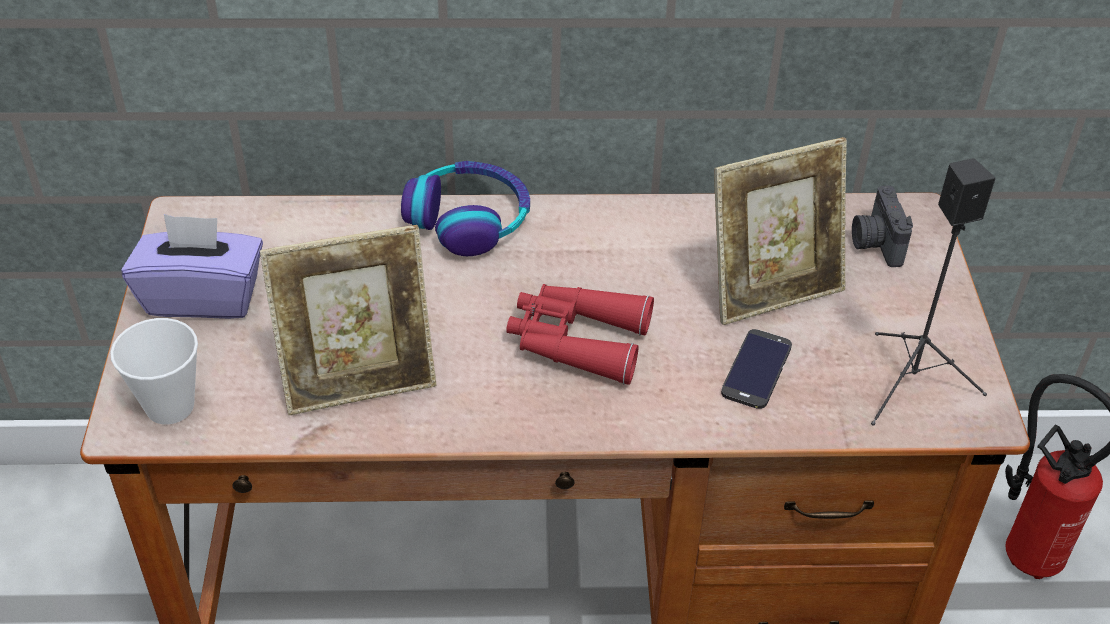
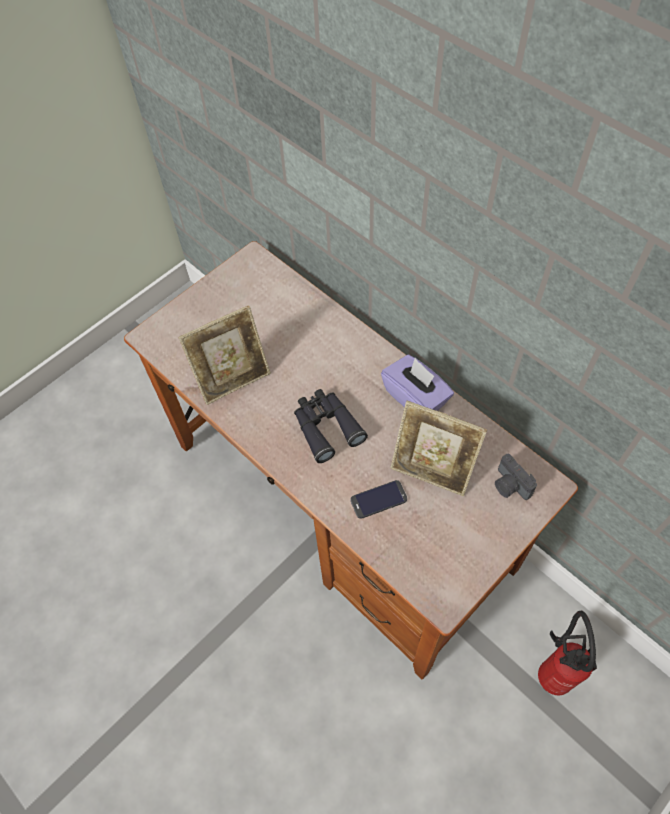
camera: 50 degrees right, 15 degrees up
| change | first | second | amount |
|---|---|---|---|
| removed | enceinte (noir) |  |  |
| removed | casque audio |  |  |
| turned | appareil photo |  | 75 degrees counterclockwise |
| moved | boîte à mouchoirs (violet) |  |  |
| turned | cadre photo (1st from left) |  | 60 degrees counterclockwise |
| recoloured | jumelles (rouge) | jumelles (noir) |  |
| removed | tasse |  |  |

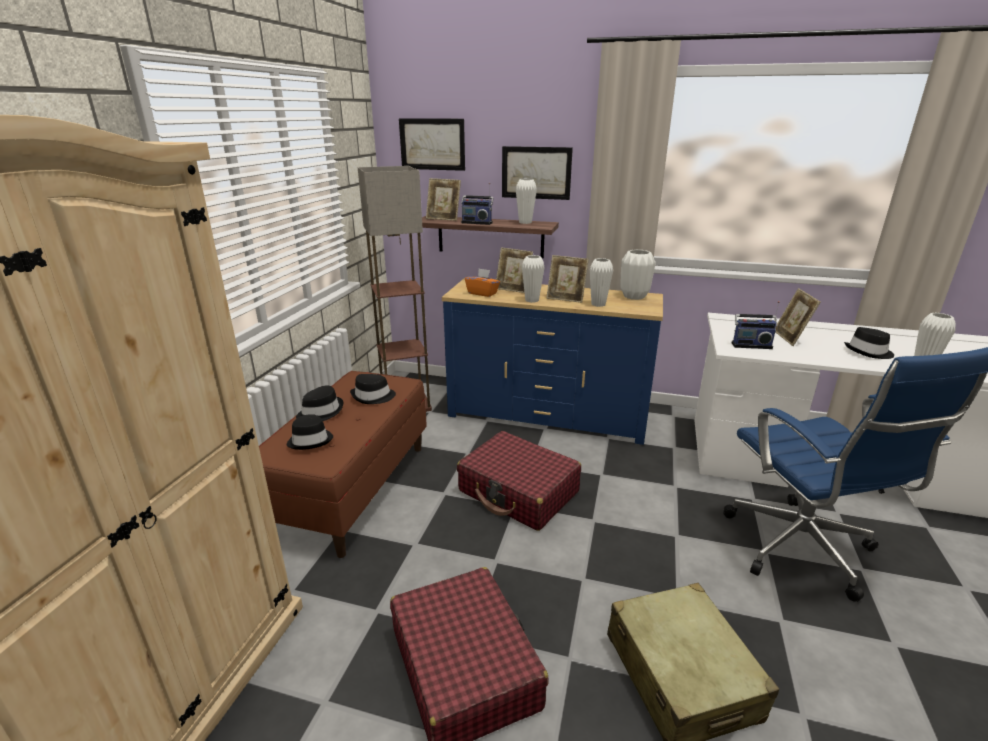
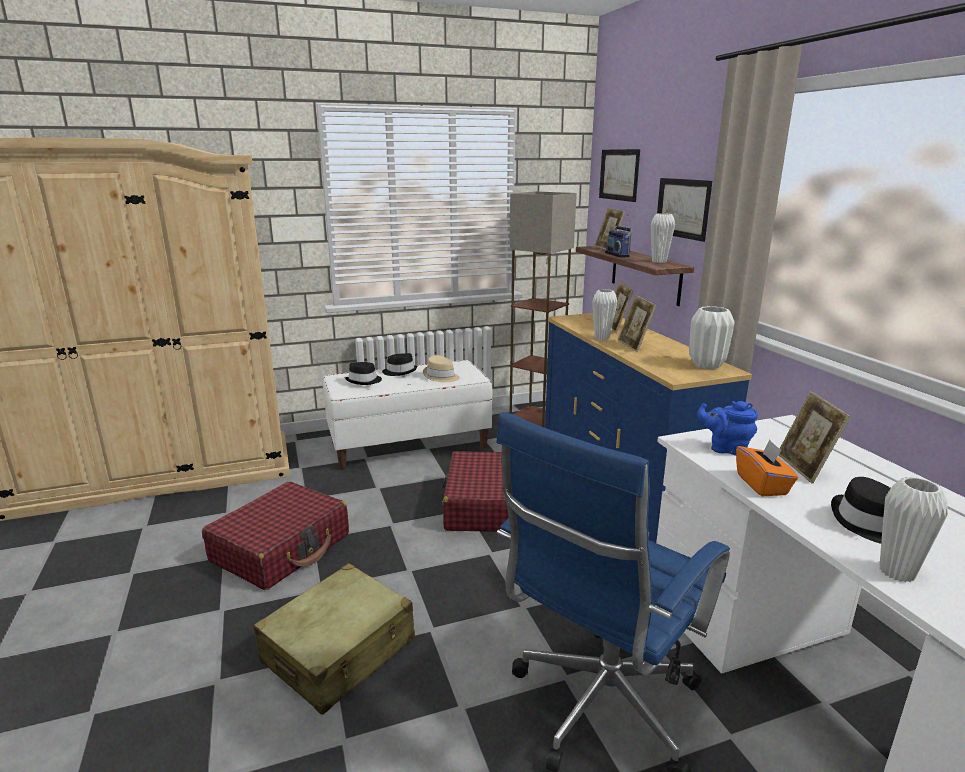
camera: 55 degrees right, 5 degrees down
| change | first | second | amount |
|---|---|---|---|
| removed | vase (blanc) (3rd from left) |  |  |
| moved | boîte à mouchoirs (orange) |  |  |
| turned | cadre photo (4th from left) |  | 60 degrees counterclockwise |
| replaced | radio (2nd from left) | théière (bleu) |  |
| recoloured | banc (marron) | banc (blanc) |  |
| recoloured | chapeau (noir) (3rd from left) | chapeau (beige) |  |

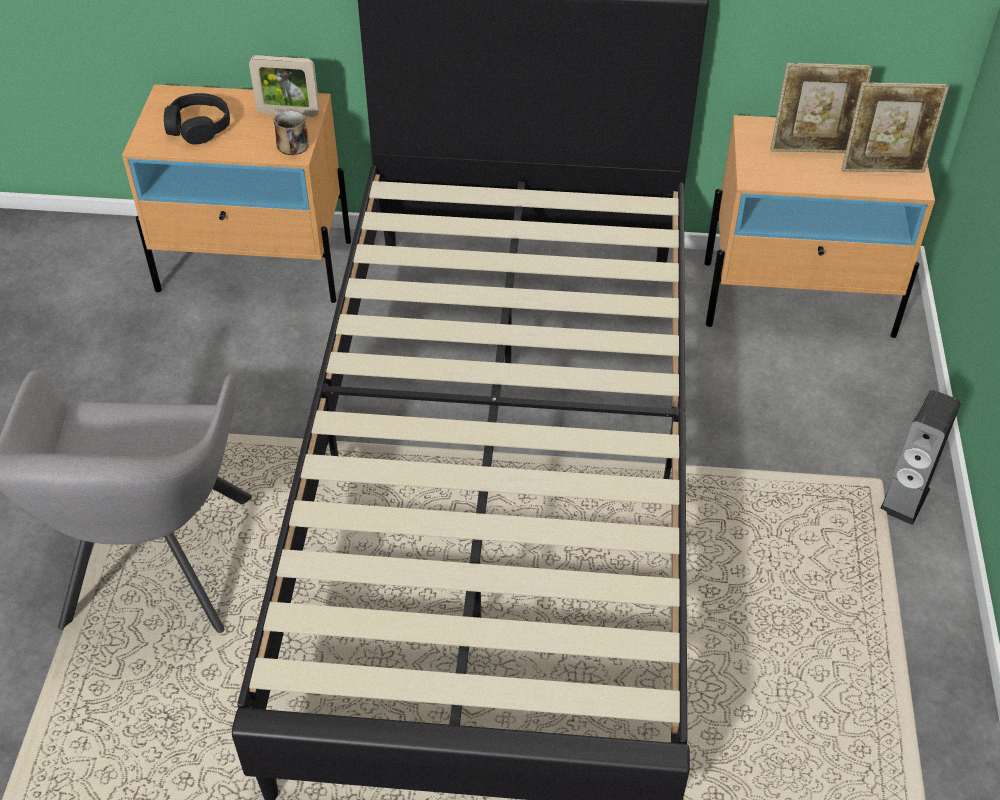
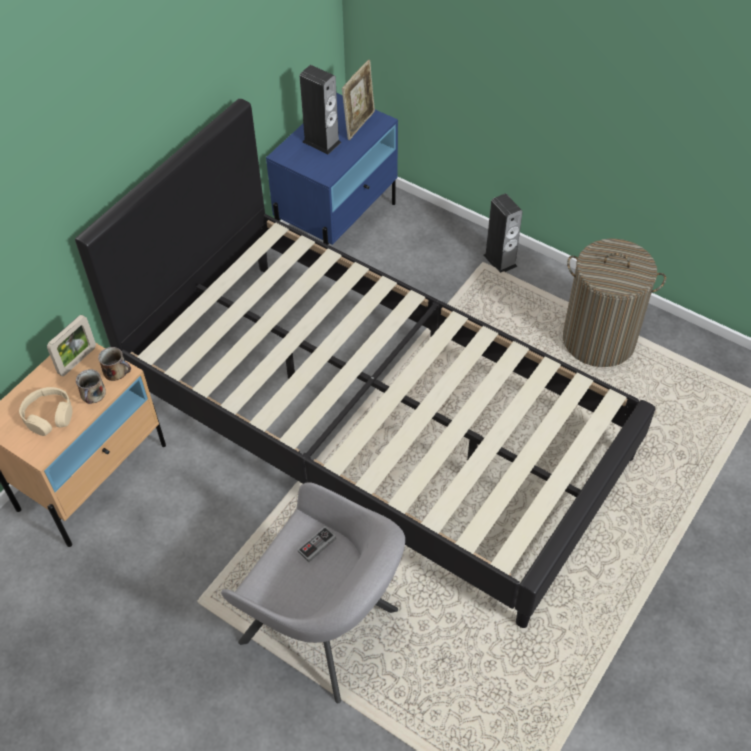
camera: 60 degrees left, 5 degrees up
| change | first | second | amount |
|---|---|---|---|
| replaced | cadre photo (2nd from left) | enceinte (1st from left) |  |
| recoloured | casque audio (noir) | casque audio (beige) |  |
| recoloured | table de chevet (beige) (2nd from left) | table de chevet (bleu) |  |
| added |  | panier à linge |  |
| added |  | mug (1st from left) |  |
| added |  | manette |  |

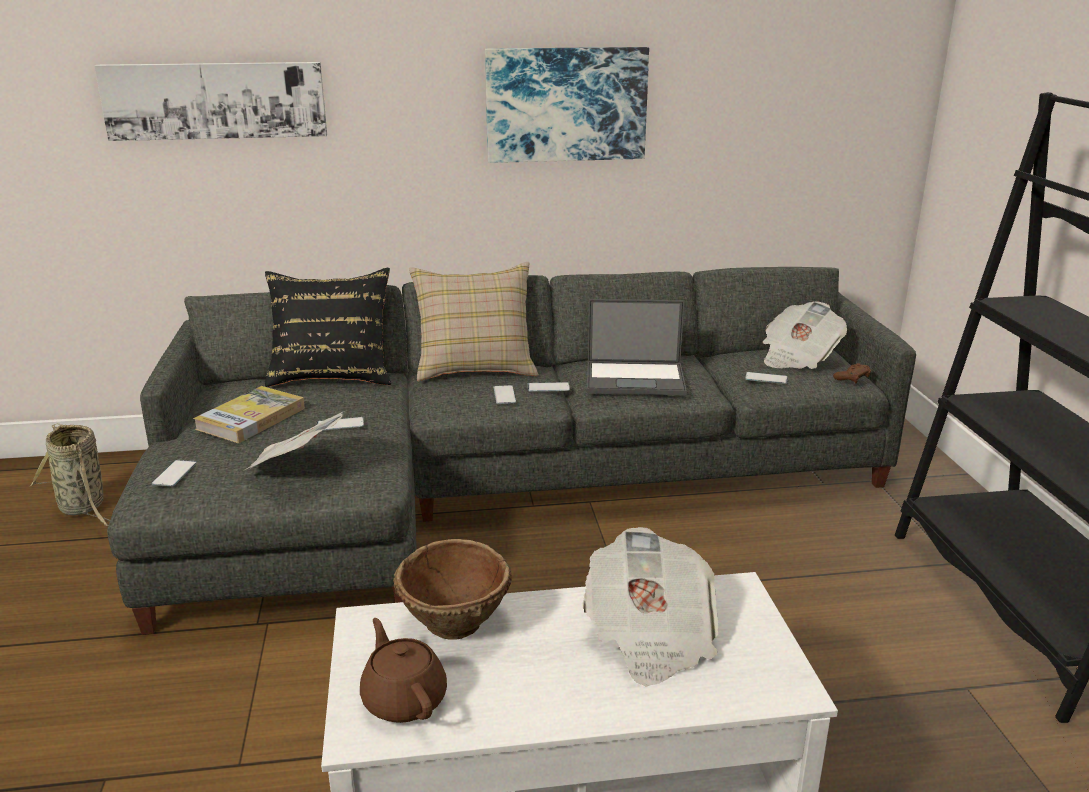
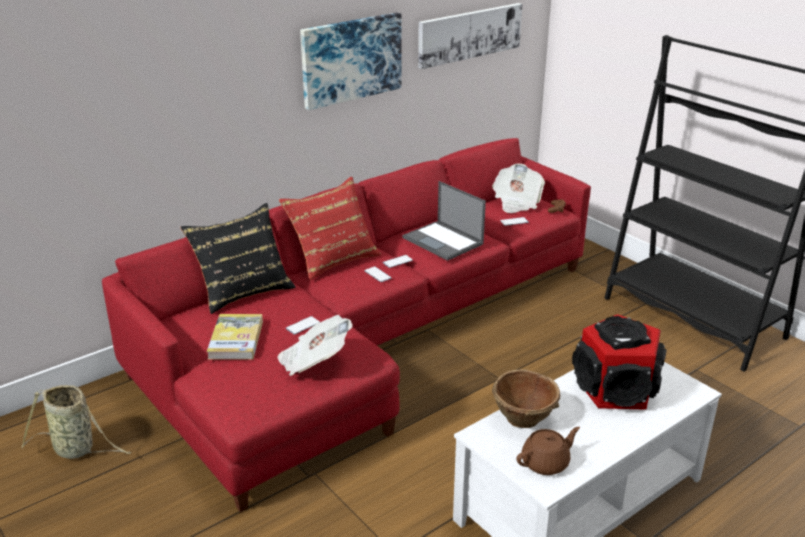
camera: 30 degrees left, 5 degrees up
| change | first | second | amount |
|---|---|---|---|
| moved | tableau (1st from left in the first image) | tableau (2nd from left) |  |
| recoloured | coussin (beige) | coussin (rouge) |  |
| recoloured | canapé (gris) | canapé (rouge) |  |
| turned | ordinateur portable |  | 75 degrees clockwise |
| removed | téléphone (1st from left) |  |  |
| replaced | journal (2nd from left) | enceinte |  |
| turned | théière (marron) |  | 120 degrees clockwise |

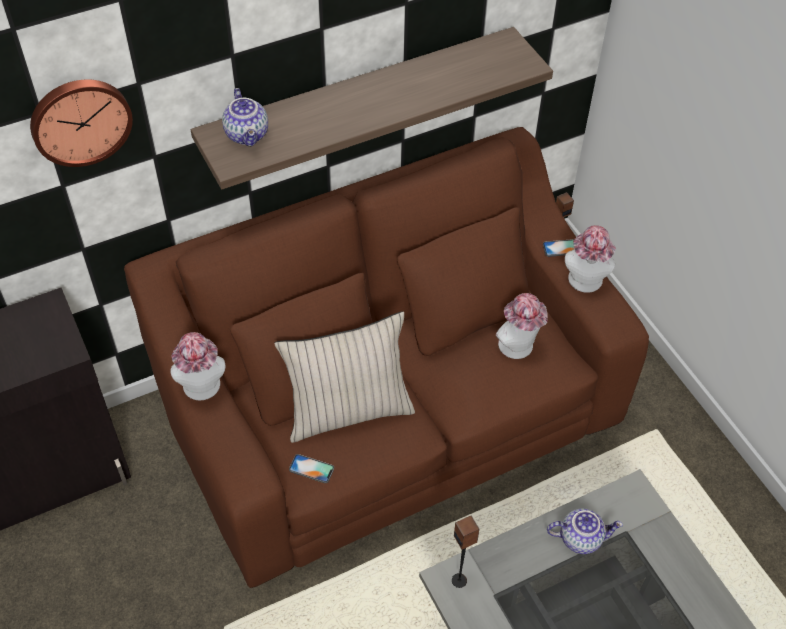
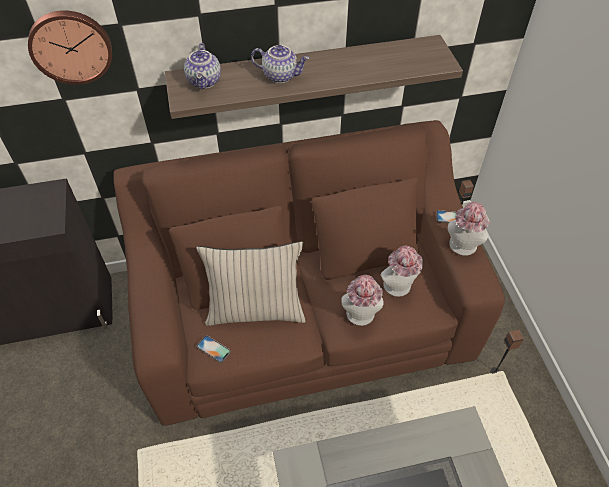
camera: 15 degrees right, 0 degrees up
| change | first | second | amount |
|---|---|---|---|
| moved | chapeau (1st from left) |  |  |
| moved | théière (2nd from left) |  |  |
| moved | enceinte (1st from left in the first image) | enceinte (2nd from left) |  |

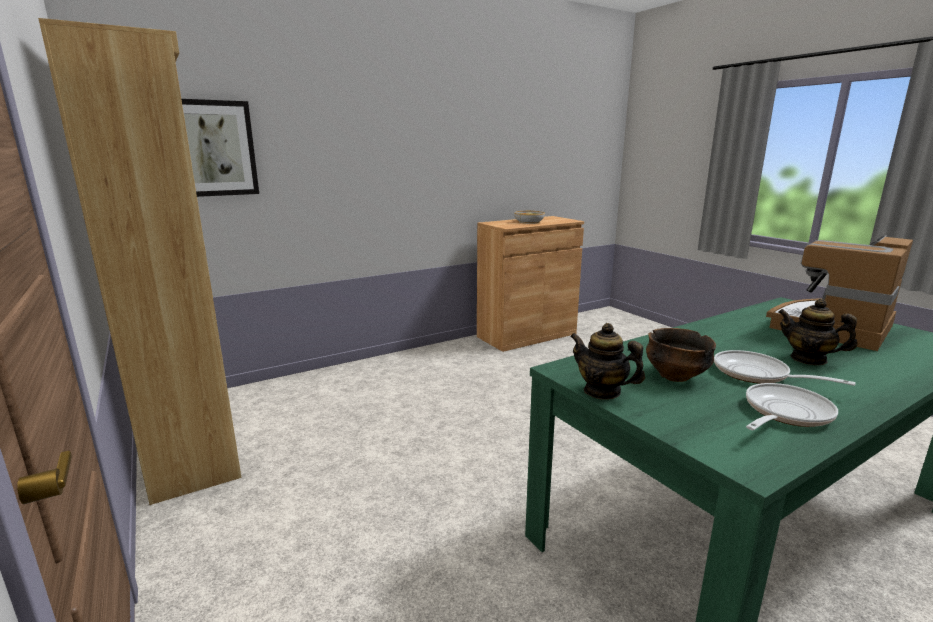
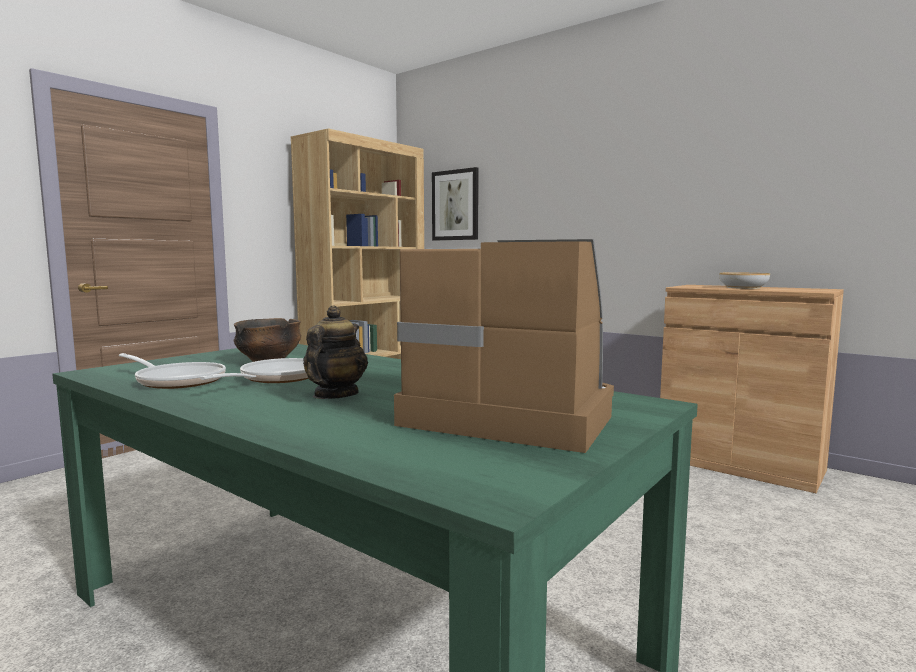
camera: 70 degrees right, 10 degrees down
| change | first | second | amount |
|---|---|---|---|
| removed | théière (1st from left) |  |  |

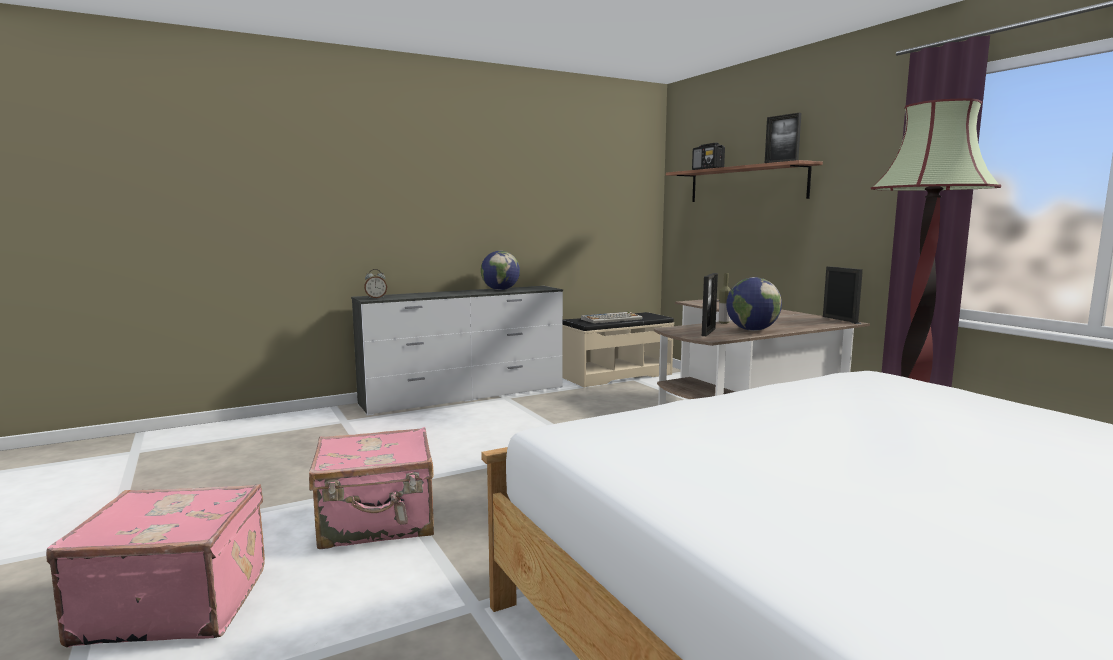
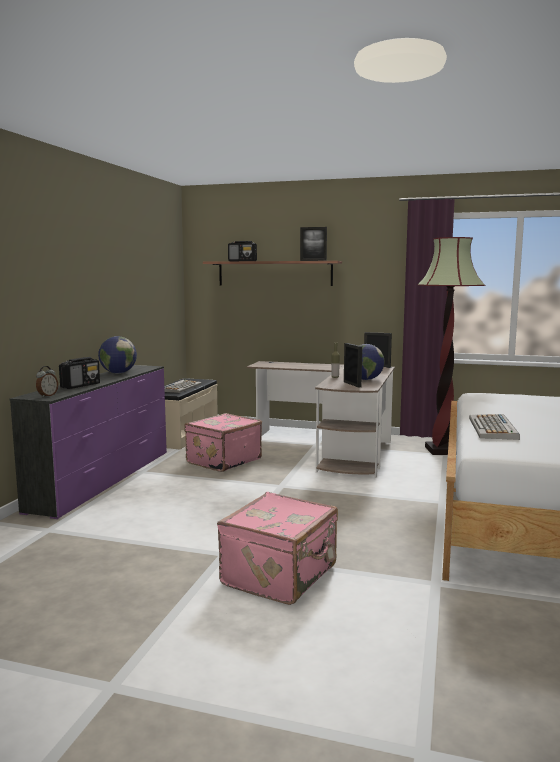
camera: 45 degrees left, 0 degrees up
| change | first | second | amount |
|---|---|---|---|
| recoloured | commode (blanc) | commode (violet) |  |
| moved | valise (rose) (1st from left) |  |  |
| added |  | radio (1st from left) |  |
| added |  | clavier (2nd from left) |  |

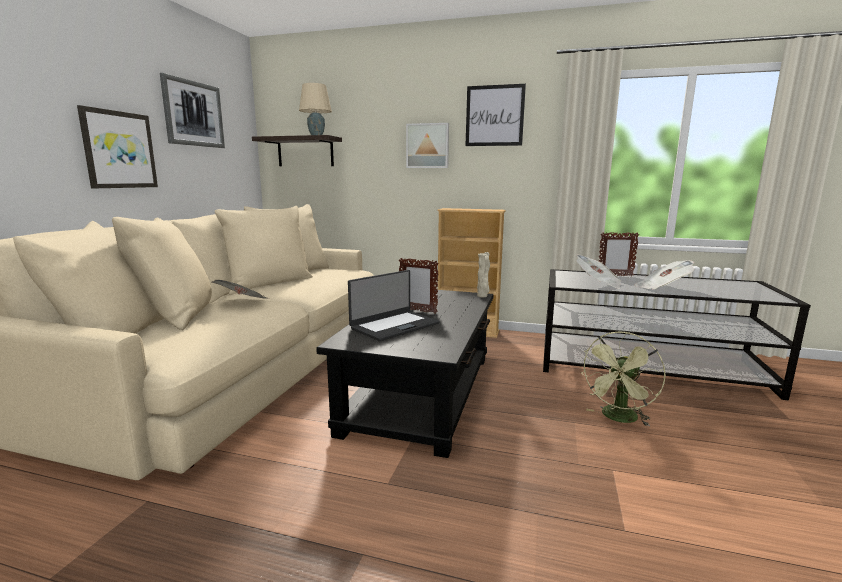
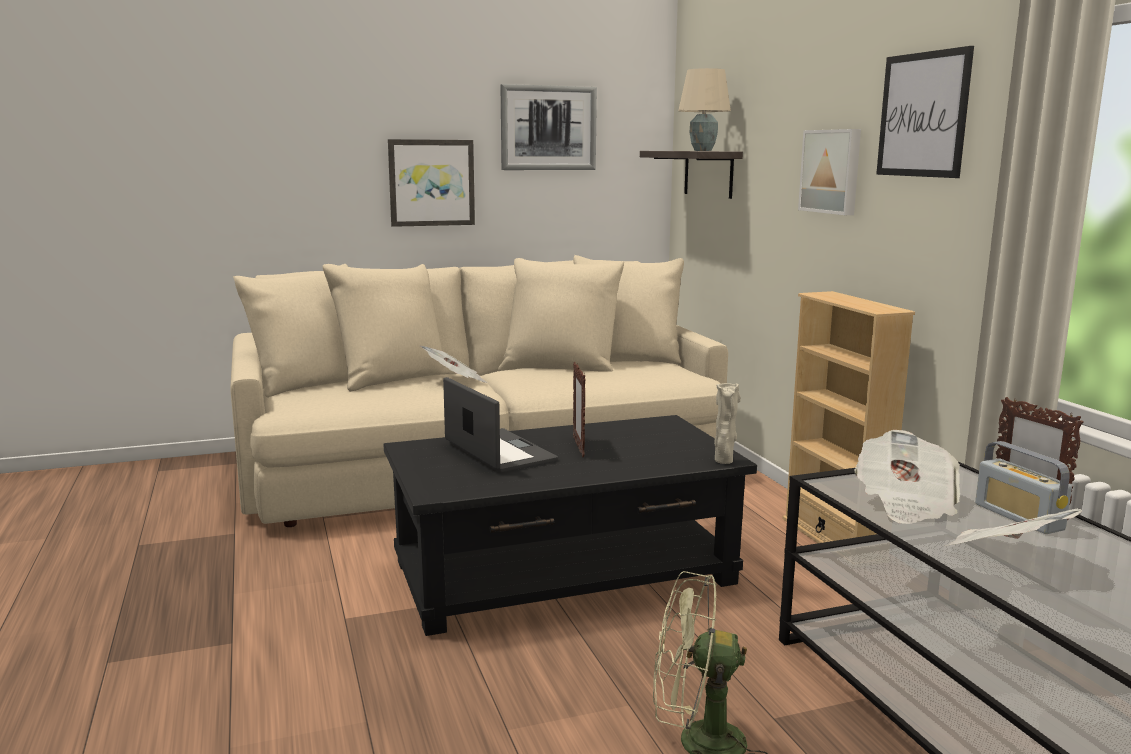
camera: 55 degrees right, 0 degrees up
| change | first | second | amount |
|---|---|---|---|
| turned | ordinateur portable |  | 135 degrees counterclockwise |
| added |  | radio |  |

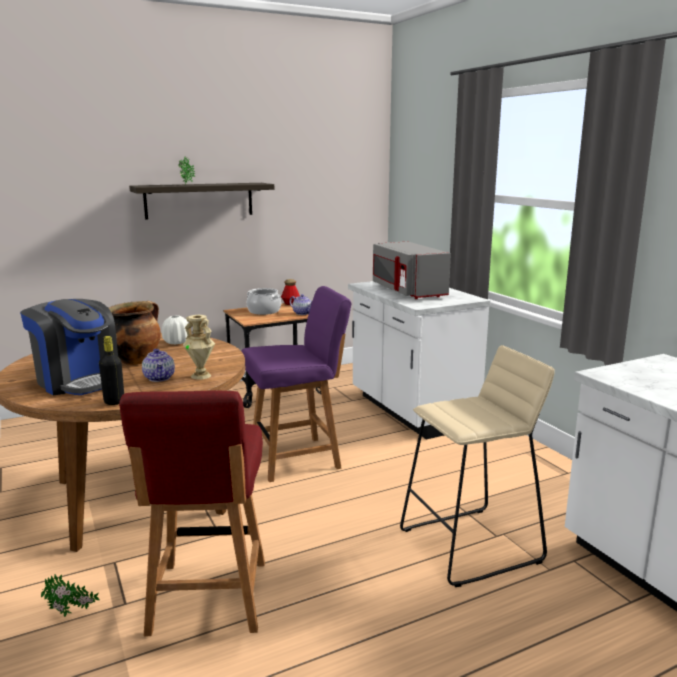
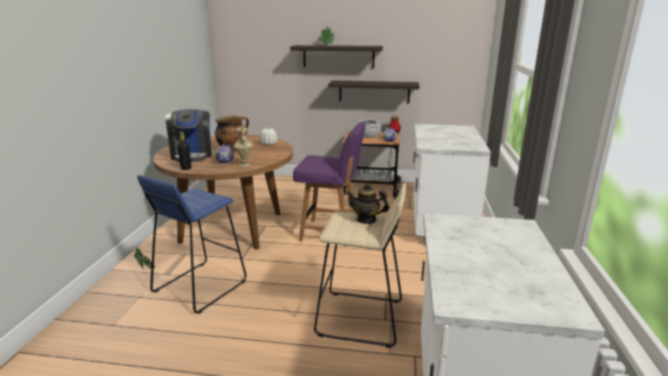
camera: 35 degrees right, 5 degrees up
| change | first | second | amount |
|---|---|---|---|
| removed | micro-ondes (gris) |  |  |
| replaced | chaise (rouge) | tabouret (bleu) |  |
| added |  | étagère (2nd from left) |  |
| added |  | théière (2nd from left) |  |

